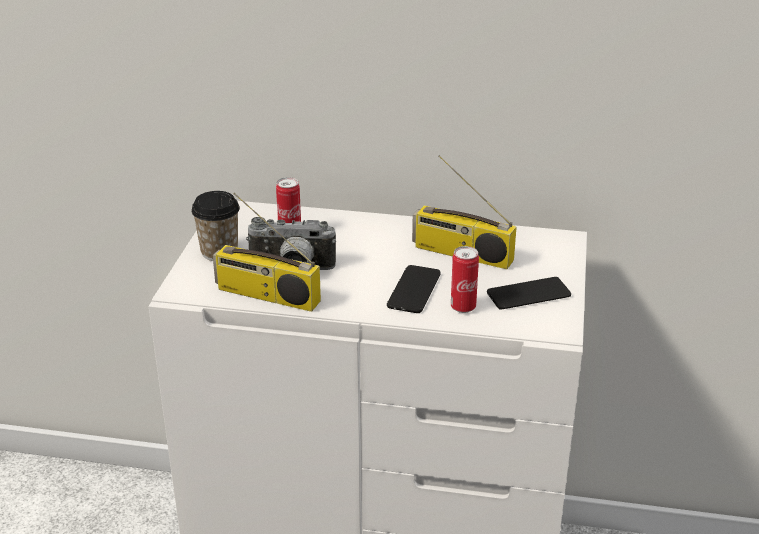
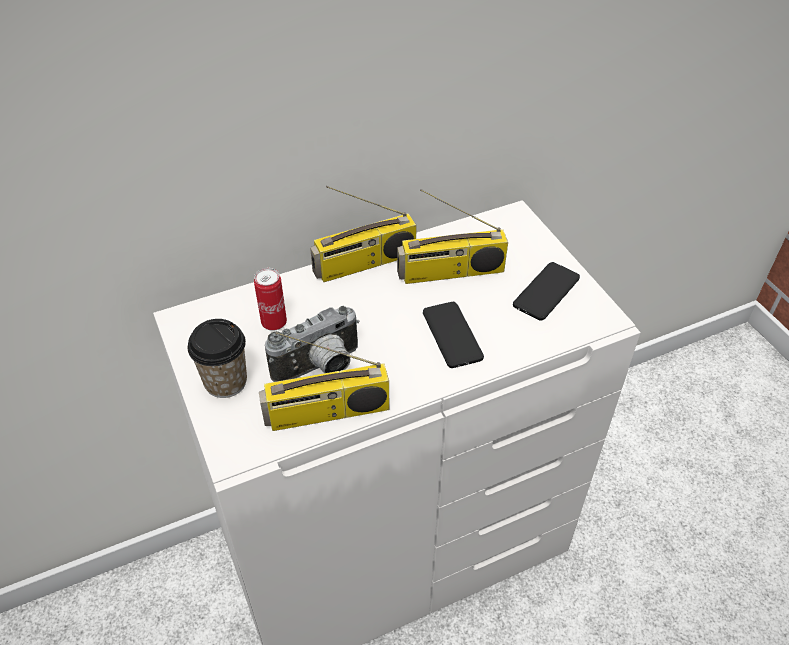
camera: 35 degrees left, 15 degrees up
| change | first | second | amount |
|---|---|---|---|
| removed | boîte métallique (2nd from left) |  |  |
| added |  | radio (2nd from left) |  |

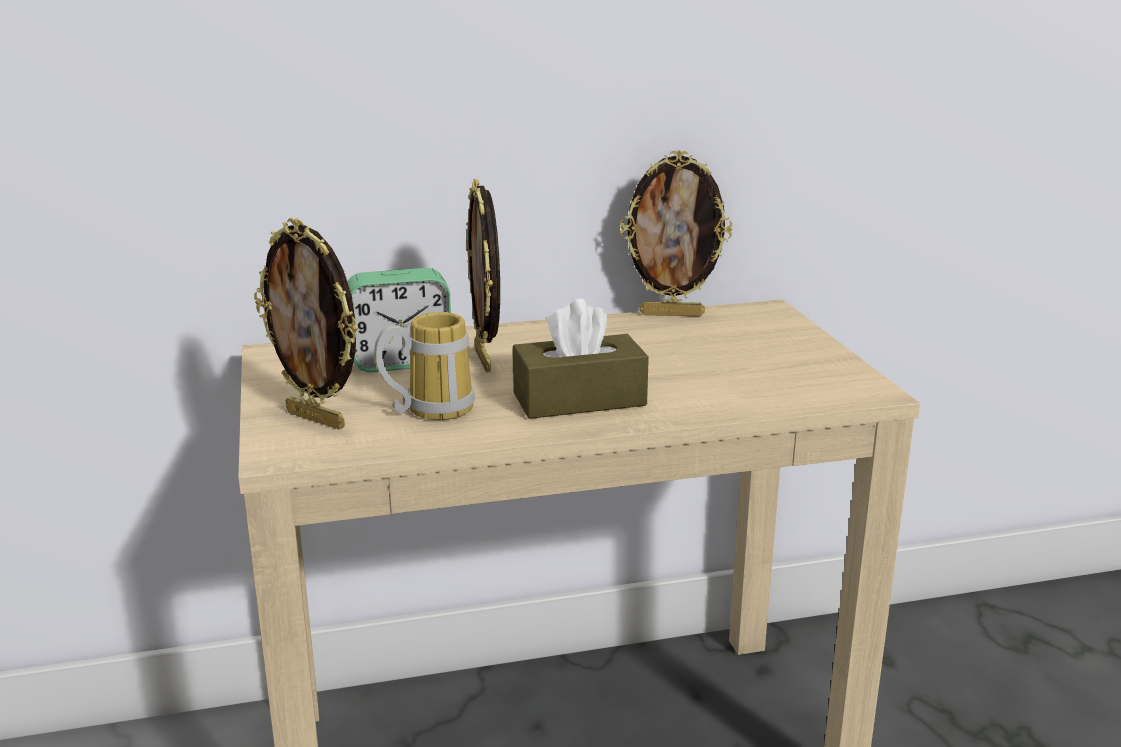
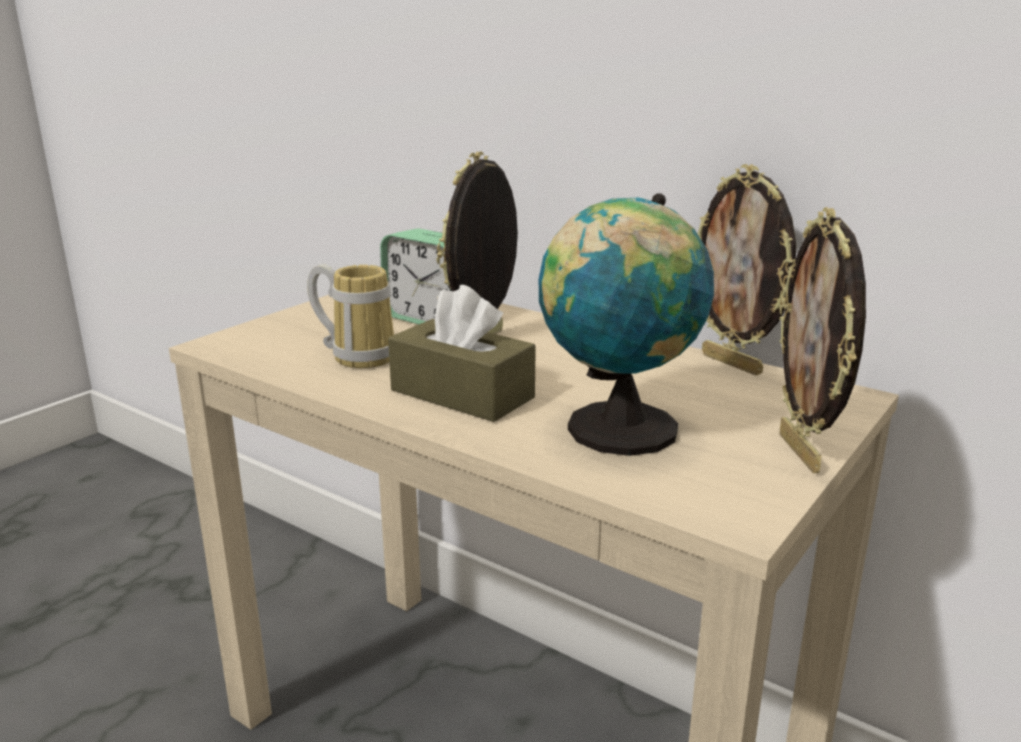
camera: 50 degrees right, 0 degrees up
| change | first | second | amount |
|---|---|---|---|
| moved | cadre photo (1st from left in the first image) | cadre photo (3rd from left) |  |
| added |  | globe |  |

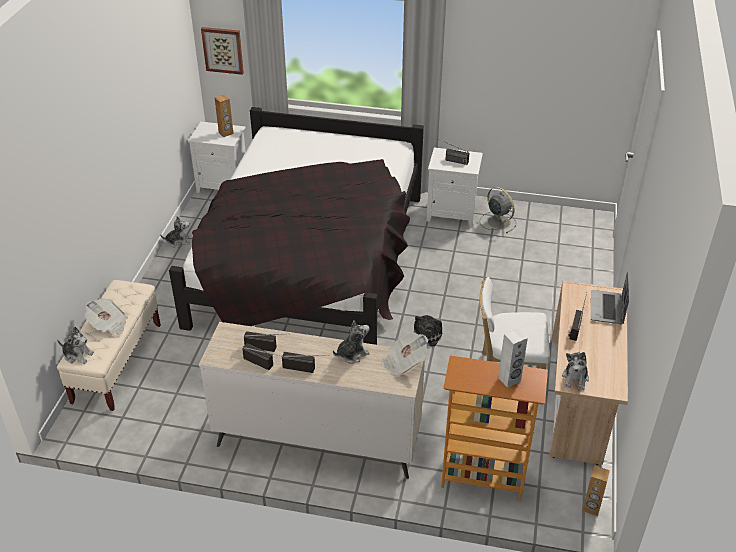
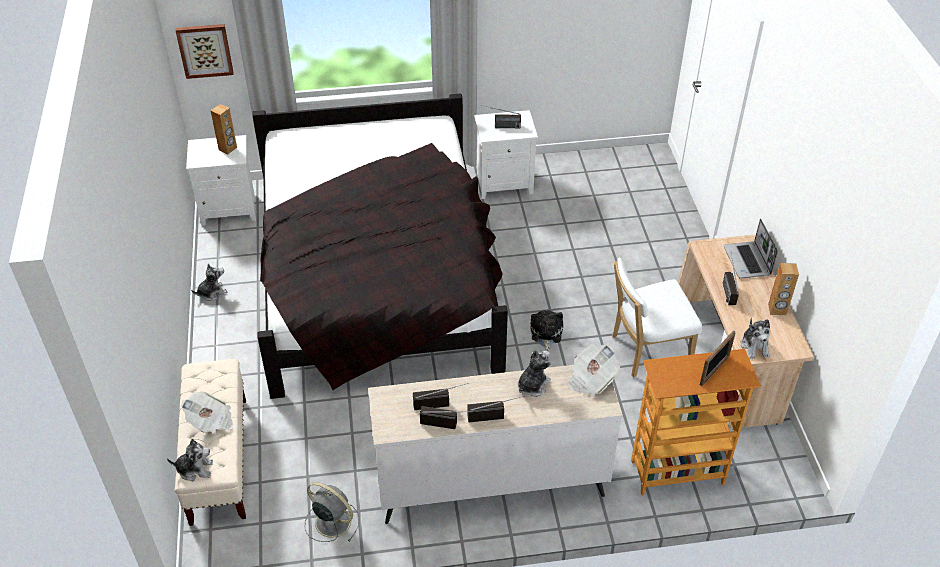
camera: 20 degrees left, 5 degrees up
| change | first | second | amount |
|---|---|---|---|
| moved | ventilateur (gris) |  |  |
| replaced | enceinte (blanc) | cadre photo |  |
| moved | enceinte (marron) (2nd from left) |  |  |

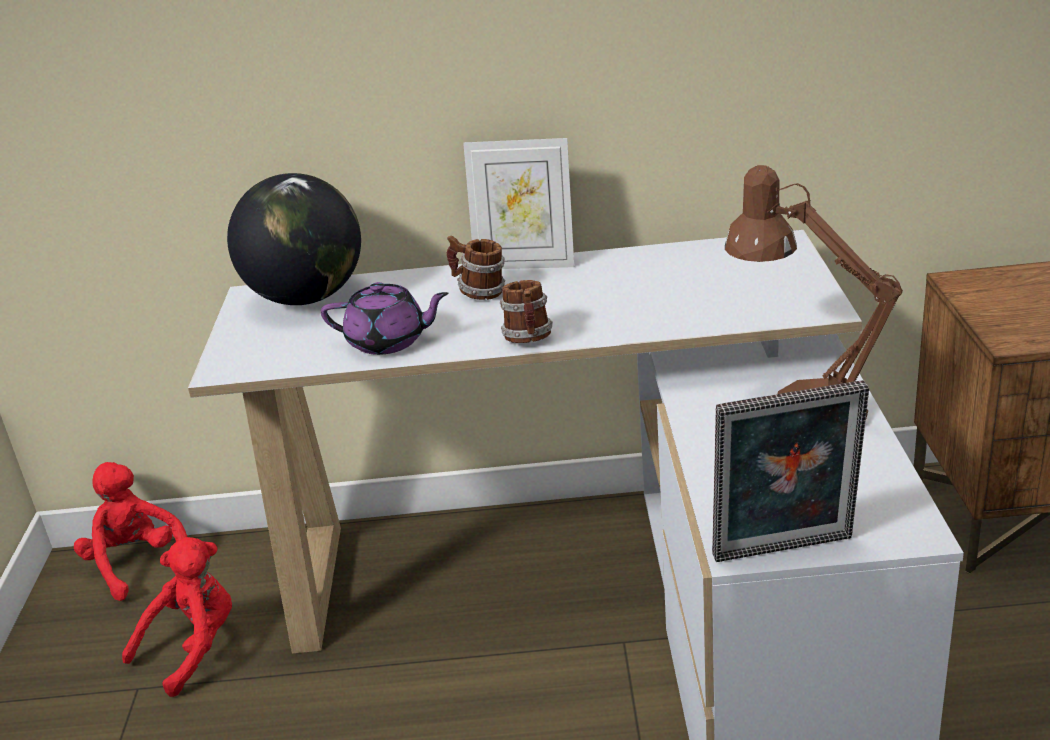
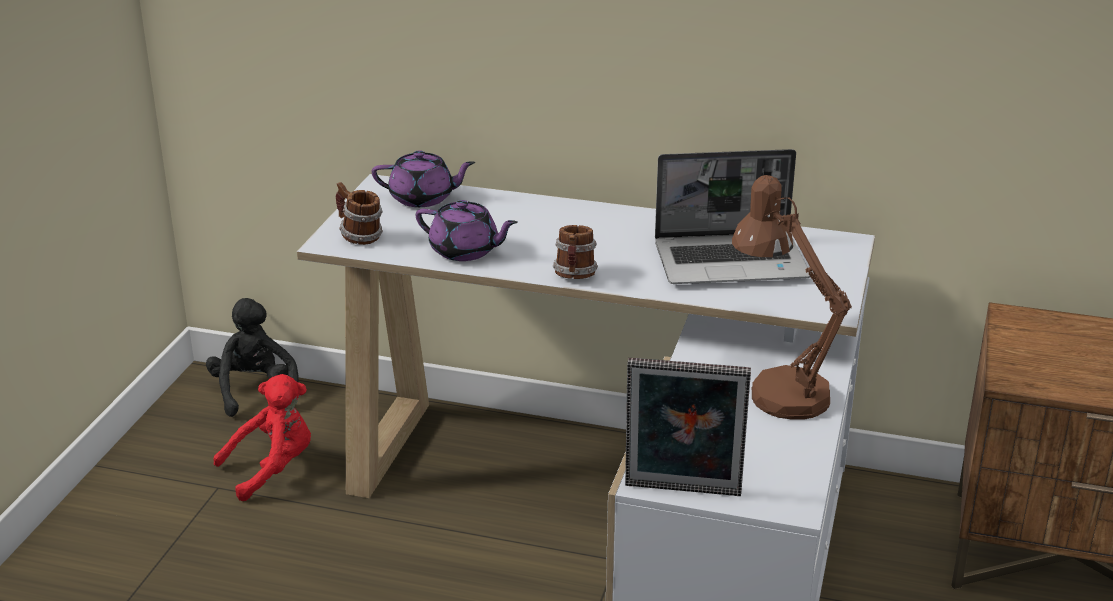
camera: 15 degrees right, 0 degrees up
| change | first | second | amount |
|---|---|---|---|
| removed | cadre photo (1st from left) |  |  |
| replaced | globe | théière (violet) (1st from left) |  |
| moved | mug (1st from left) |  |  |
| recoloured | peluche (rouge) (1st from left) | peluche (noir) |  |
| added |  | ordinateur portable |  |

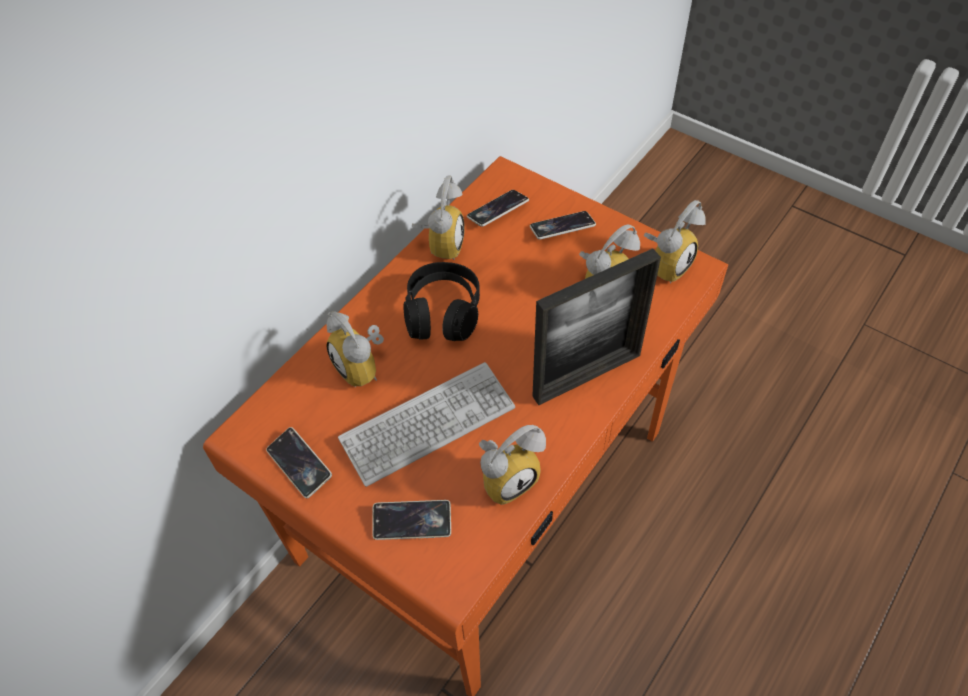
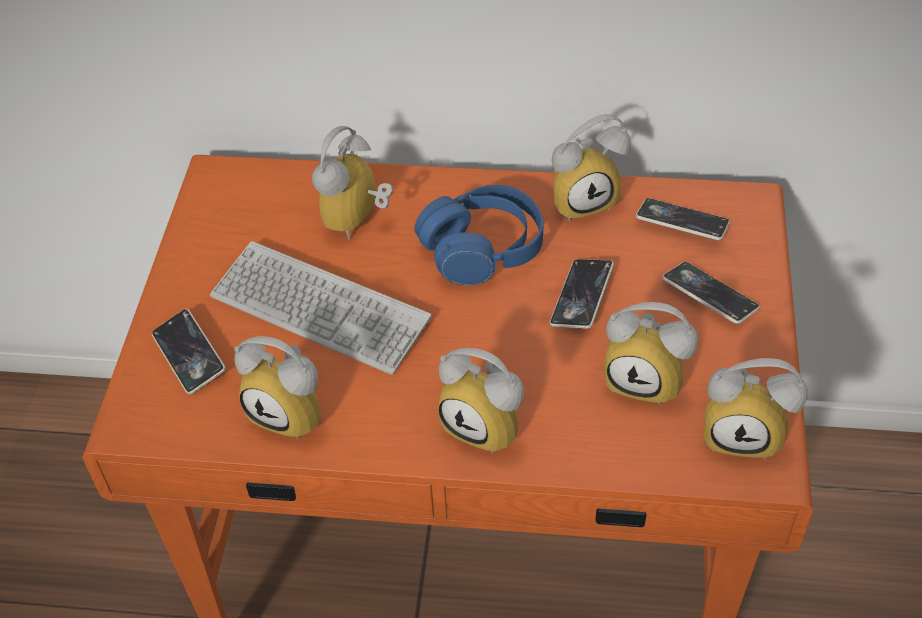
camera: 60 degrees right, 5 degrees down
| change | first | second | amount |
|---|---|---|---|
| replaced | cadre photo | réveil (3rd from left) |  |
| recoloured | casque audio (noir) | casque audio (bleu) |  |
| moved | téléphone (1st from left in the first image) | téléphone (2nd from left) |  |

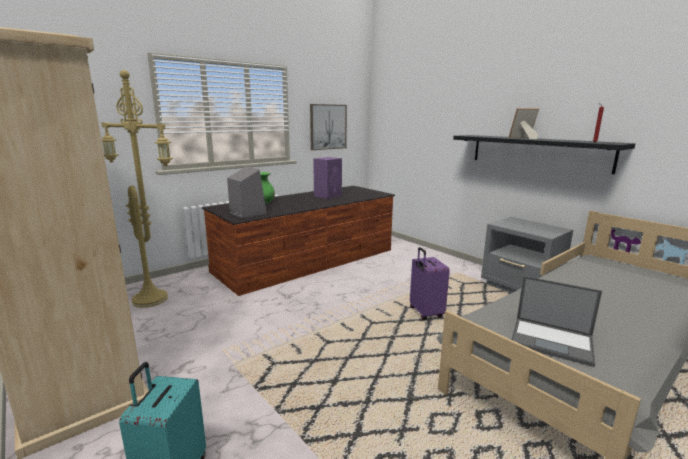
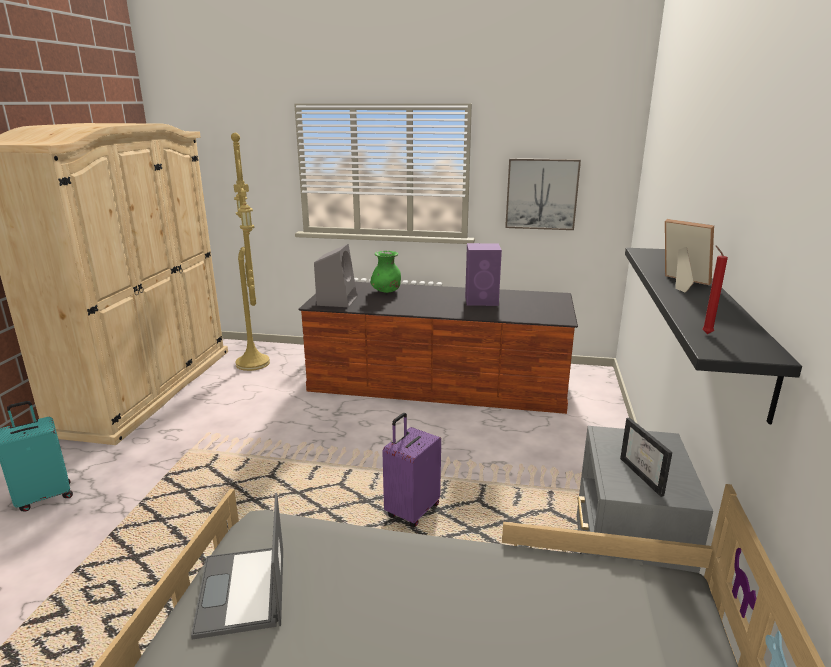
camera: 50 degrees right, 5 degrees up
| change | first | second | amount |
|---|---|---|---|
| added |  | cadre photo (1st from left) |  |

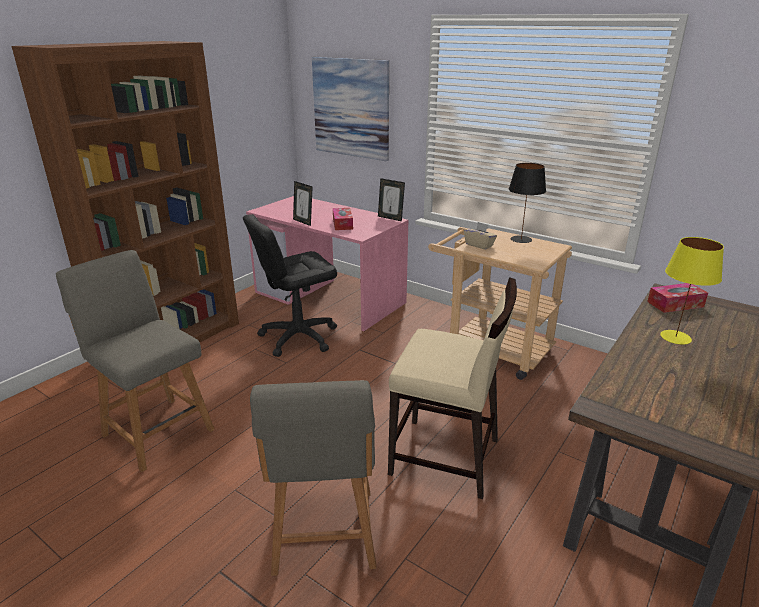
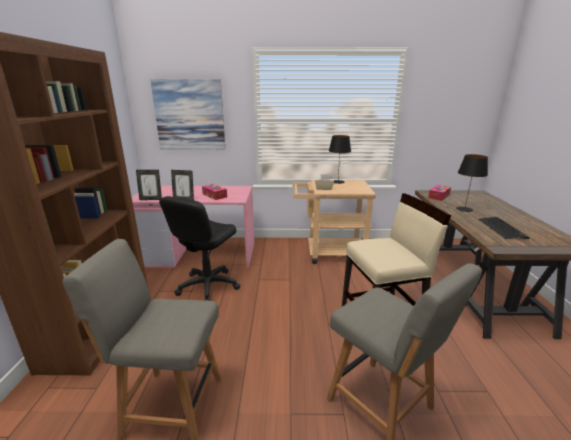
camera: 35 degrees left, 5 degrees down
| change | first | second | amount |
|---|---|---|---|
| moved | cadre photo (2nd from left in the first image) | cadre photo (1st from left) |  |
| recoloured | lampe de table (jaune) | lampe de table (noir) (2nd from left) |  |
| added |  | clavier |  |

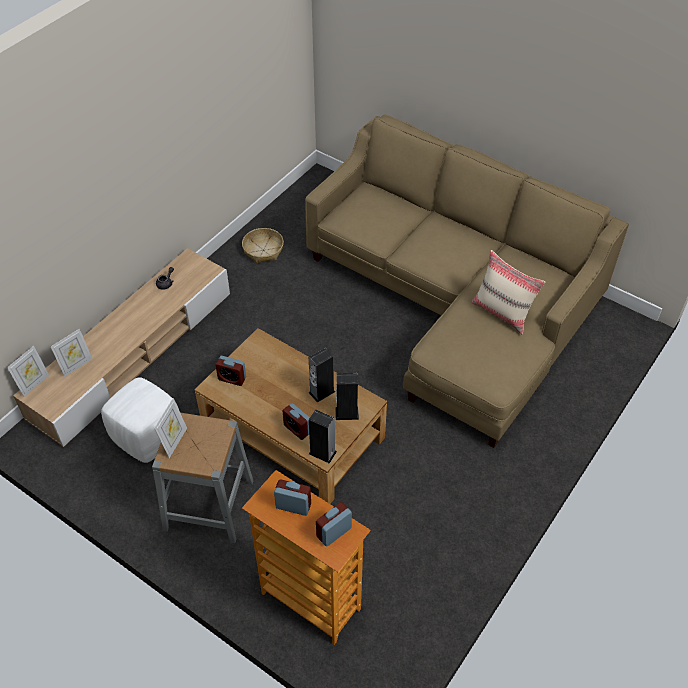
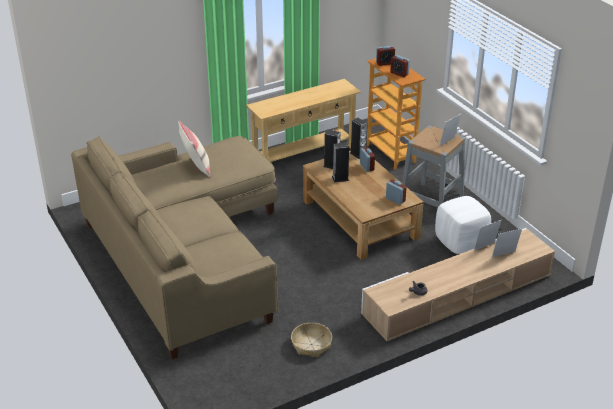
camera: 155 degrees left, 15 degrees down
| change | first | second | amount |
|---|---|---|---|
| moved | cadre photo (1st from left in the first image) | cadre photo (2nd from left) |  |
| added |  | table console (beige) |  |

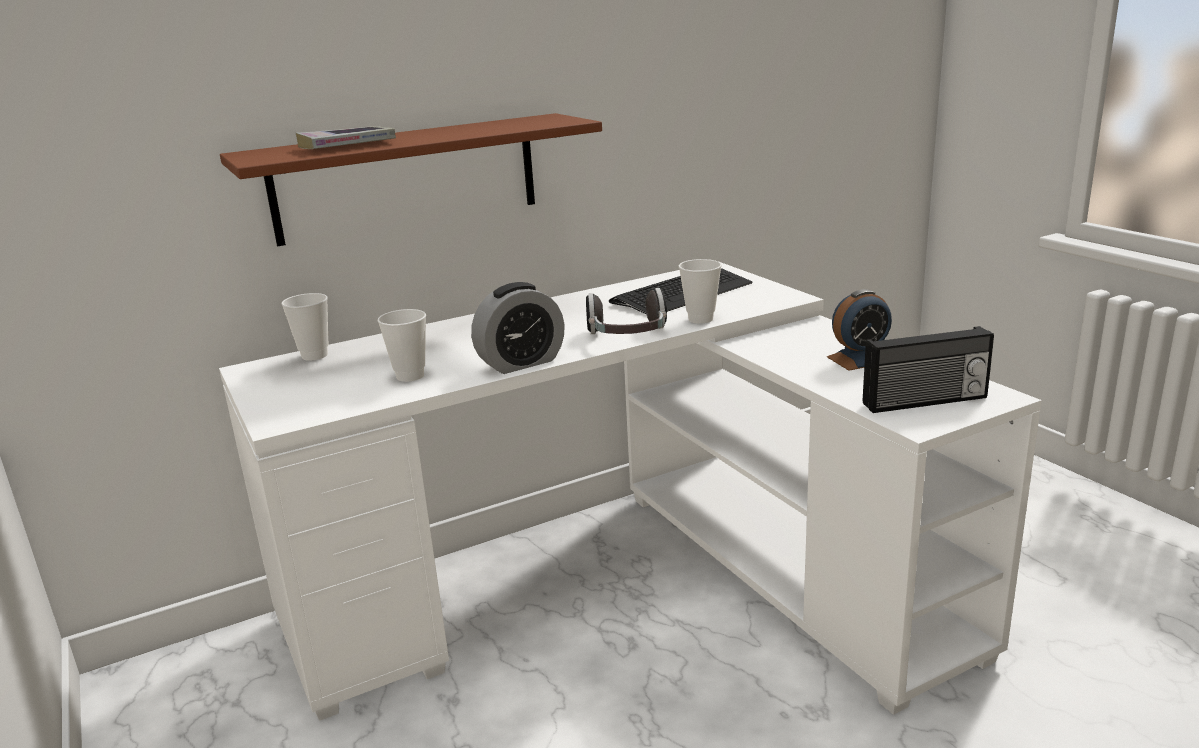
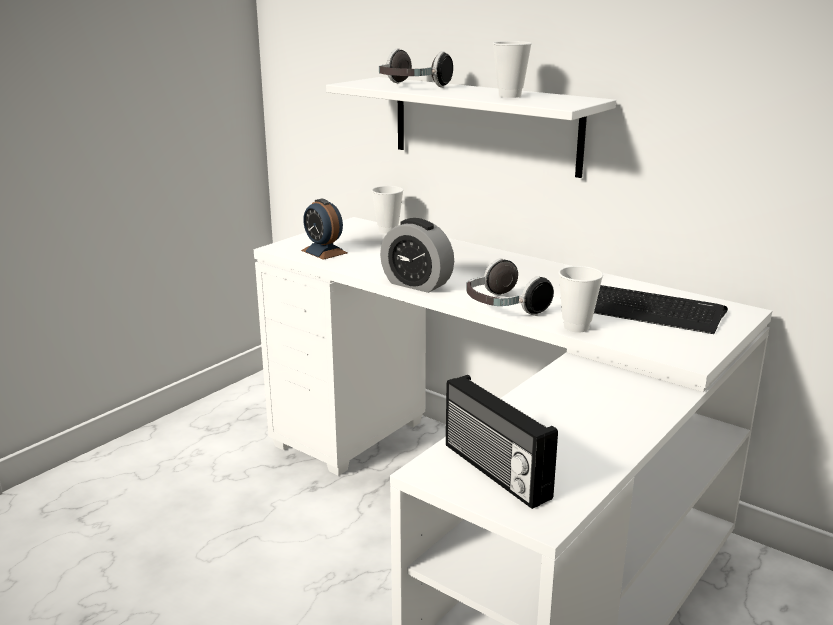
camera: 65 degrees right, 0 degrees up
| change | first | second | amount |
|---|---|---|---|
| recoloured | étagère (marron) | étagère (blanc) |  |
| replaced | livre | casque audio (1st from left) |  |
| moved | réveil (2nd from left in the first image) | réveil (1st from left) |  |
| moved | tasse (2nd from left) |  |  |

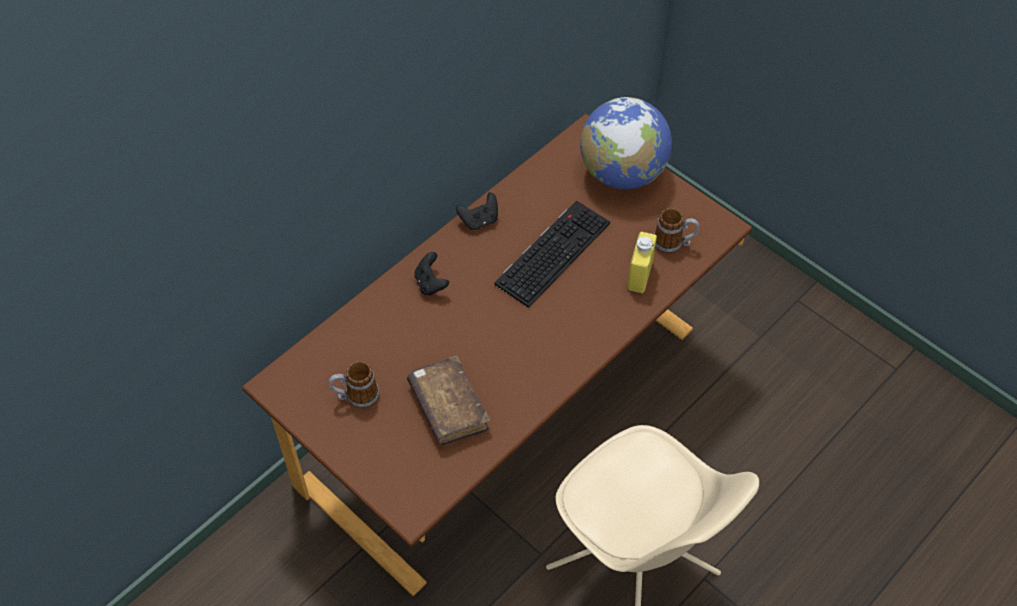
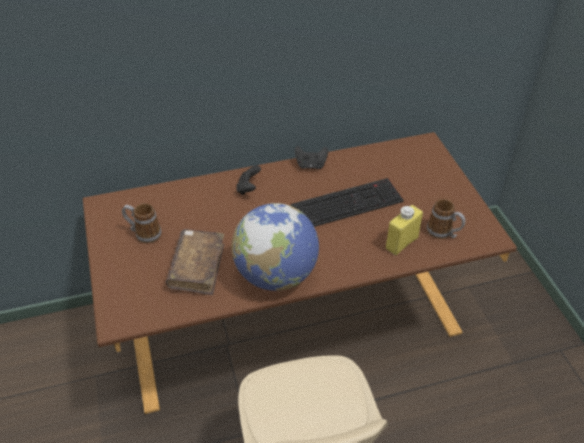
camera: 30 degrees right, 10 degrees down
| change | first | second | amount |
|---|---|---|---|
| moved | globe |  |  |

